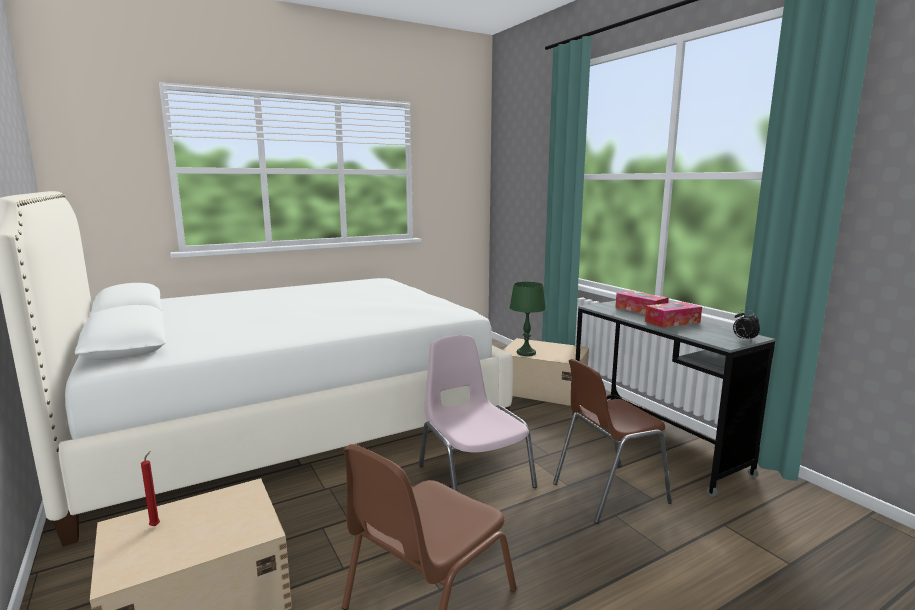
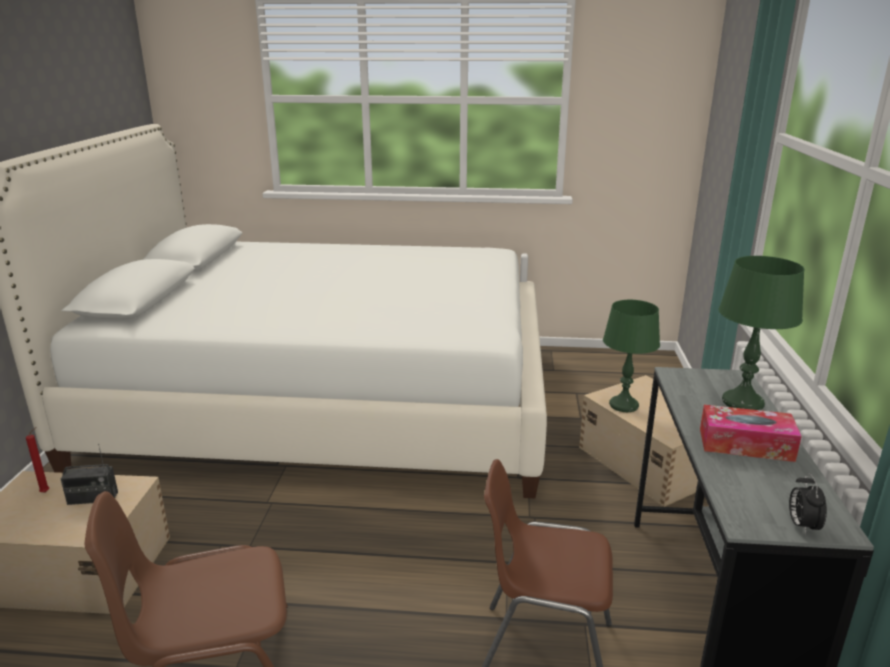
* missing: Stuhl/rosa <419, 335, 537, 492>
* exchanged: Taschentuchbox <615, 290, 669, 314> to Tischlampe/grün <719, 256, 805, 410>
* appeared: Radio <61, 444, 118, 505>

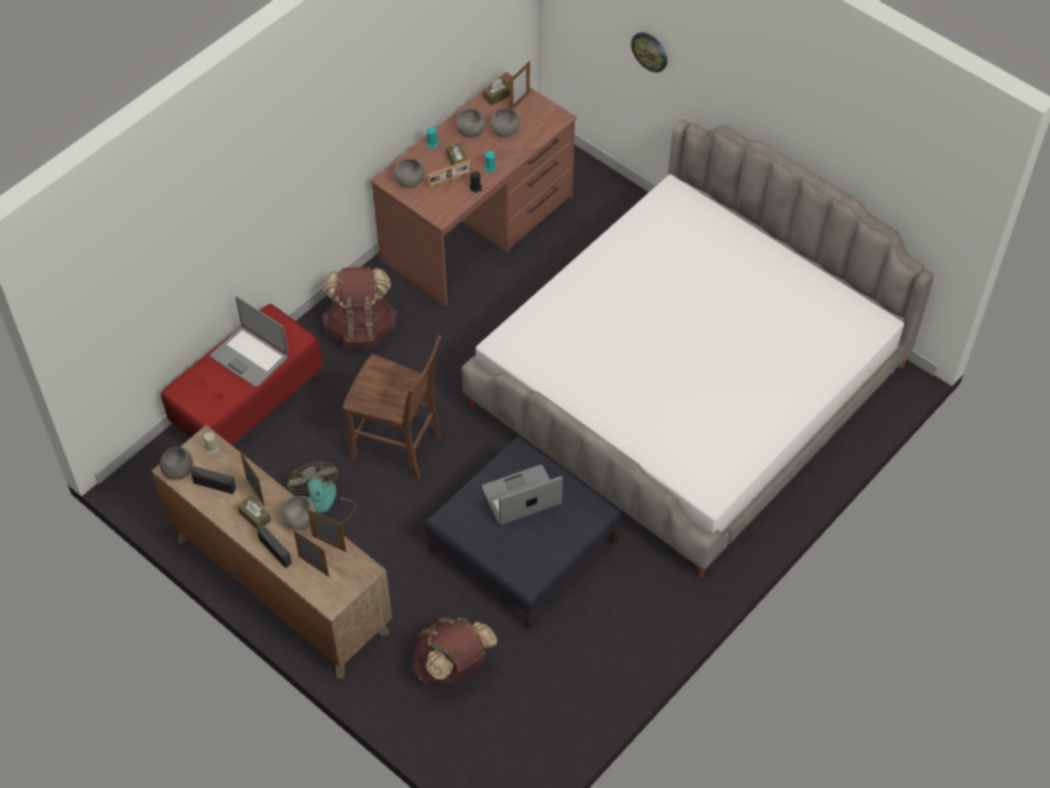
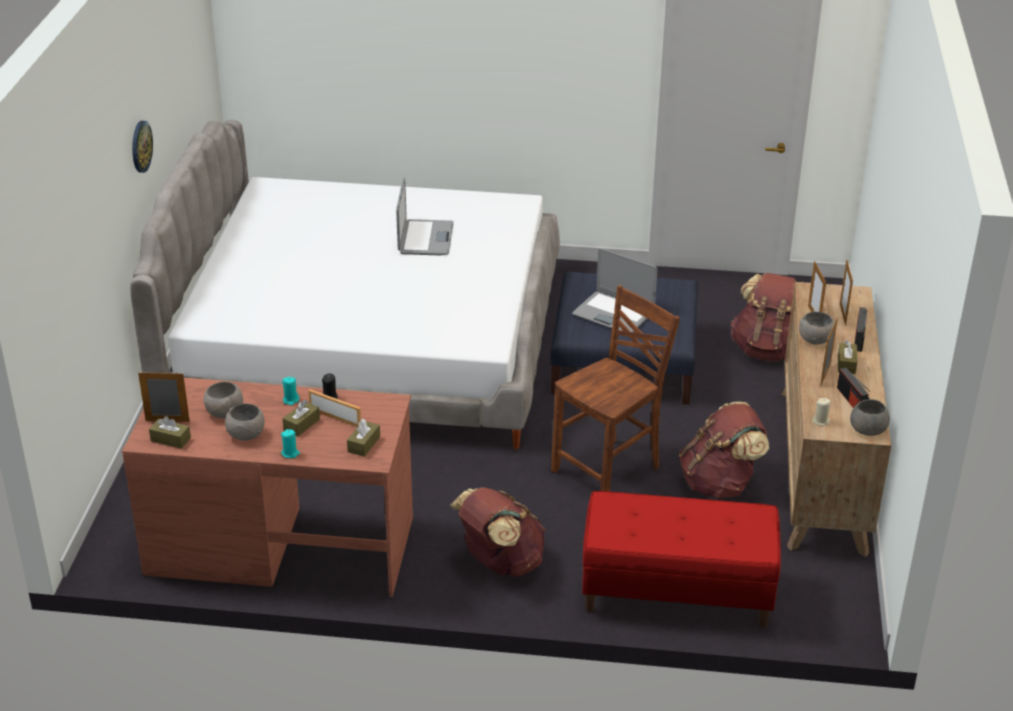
* relocated: Laptop <210, 297, 289, 387> to <396, 178, 454, 255>
* exchanged: Ventilator <287, 462, 356, 524> to Rucksack/braun <679, 402, 769, 499>
* spun: Stuhl/braun <343, 335, 442, 480> = <551, 285, 680, 491> 60 degrees clockwise
* exchanged: Schüssel/grau <394, 159, 424, 188> to Taschentuchbox/braun <347, 419, 380, 457>
* relocated: Wanduhr <631, 32, 667, 73> to <132, 121, 153, 173>

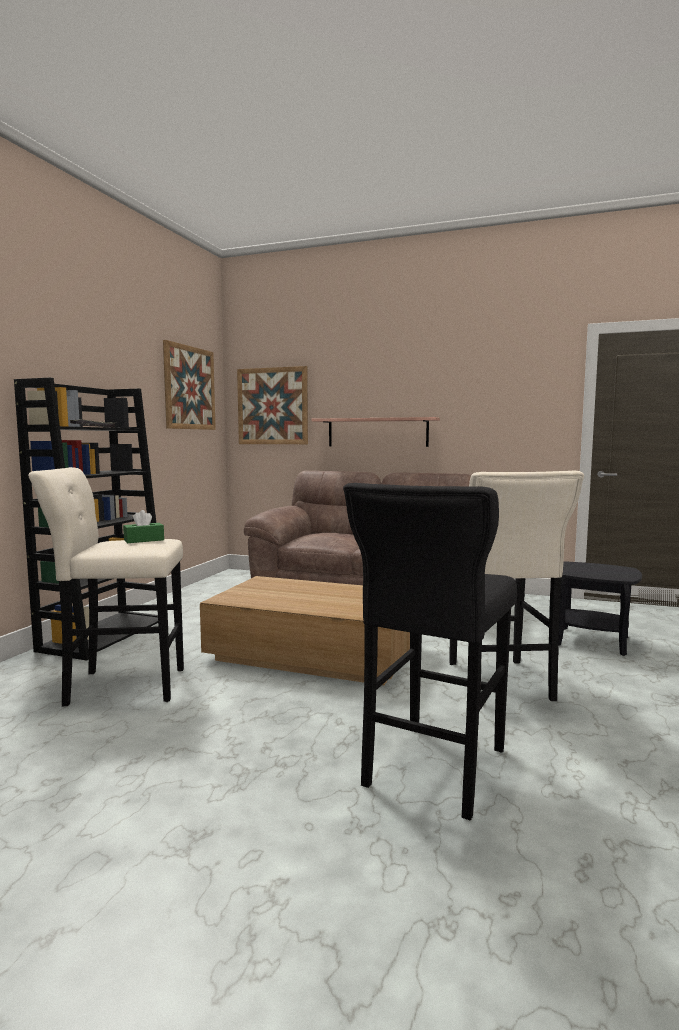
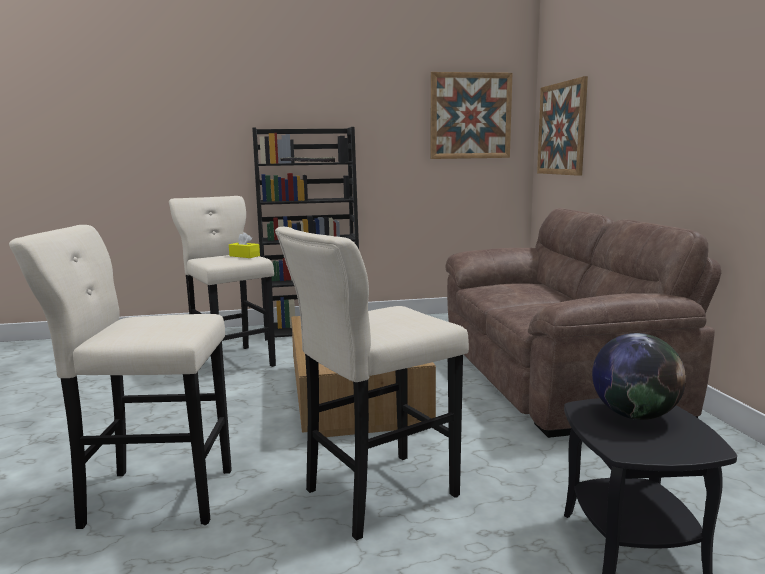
* colour: Taschentuchbox/grün <123, 510, 164, 543> to Taschentuchbox/gelb <229, 232, 260, 258>
* missing: Wandregal <312, 417, 440, 447>
* colour: Hocker/schwarz <343, 483, 517, 821> to Hocker/beige <9, 225, 232, 529>
* appeared: Globus <592, 333, 686, 420>

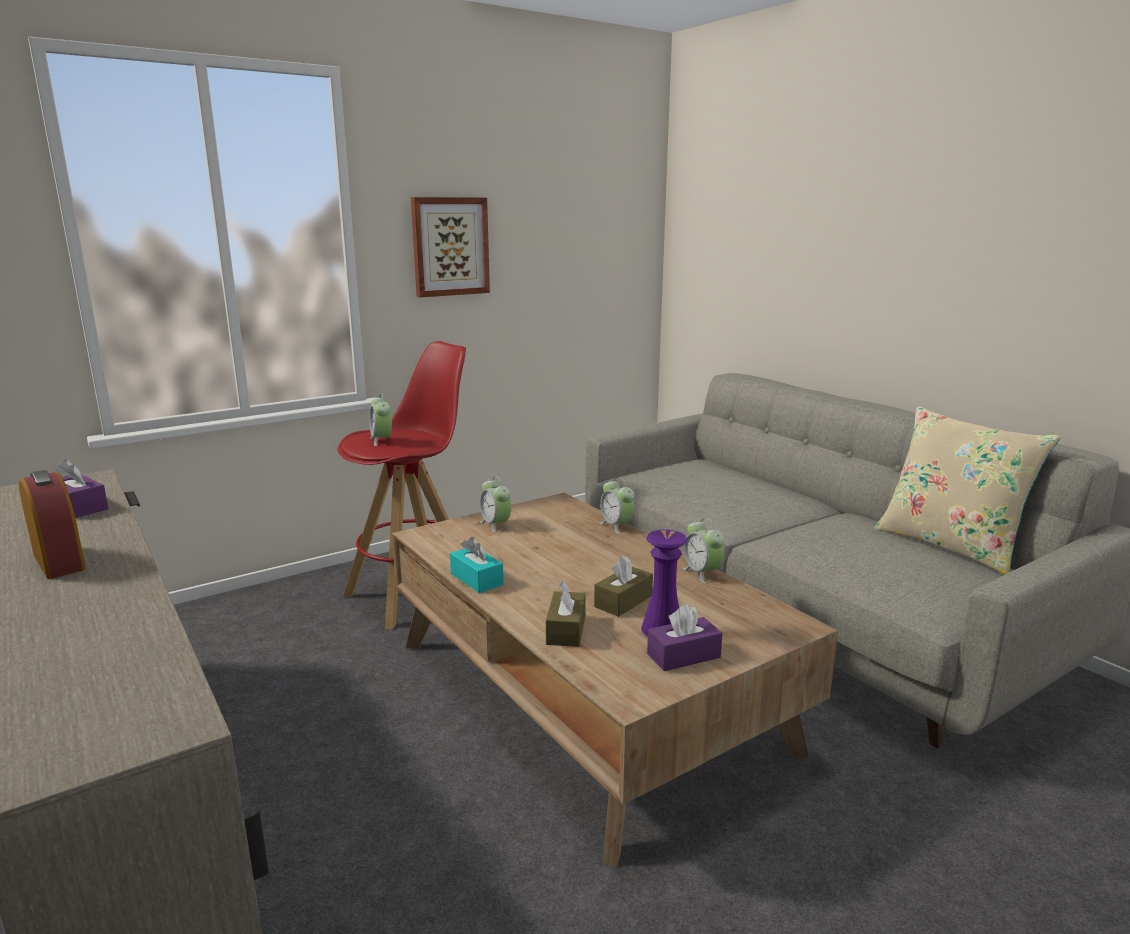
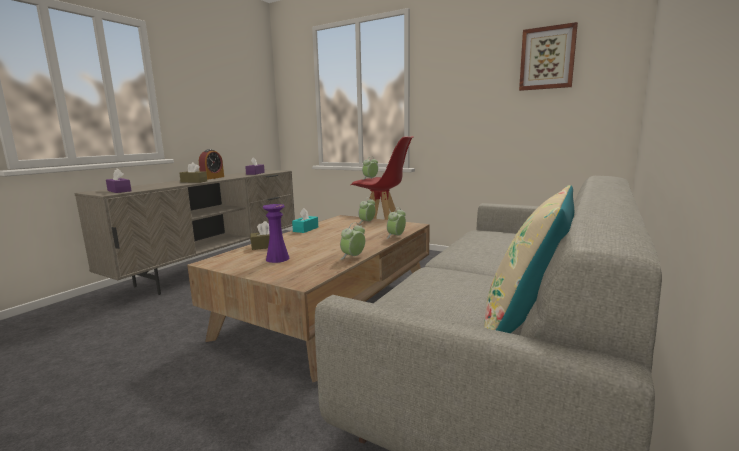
* relocated: Bild <411, 197, 490, 298> to <519, 22, 578, 91>
* relocated: Taschentuchbox/braun <594, 555, 653, 617> to <179, 162, 207, 183>
* relocated: Taschentuchbox/lila <647, 604, 722, 671> to <106, 168, 131, 193>

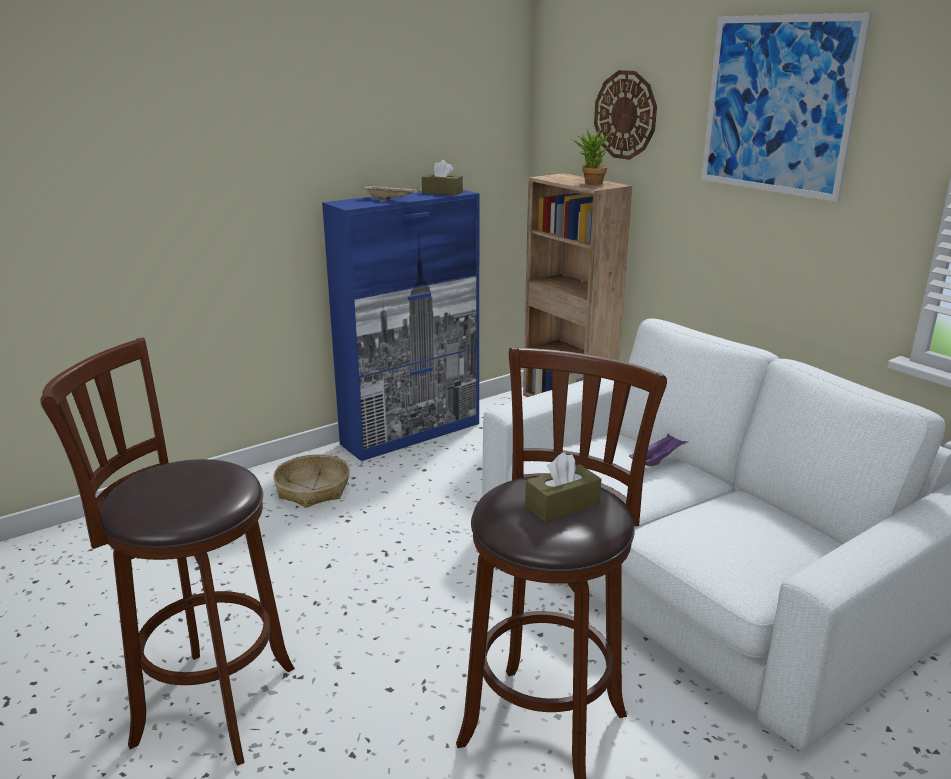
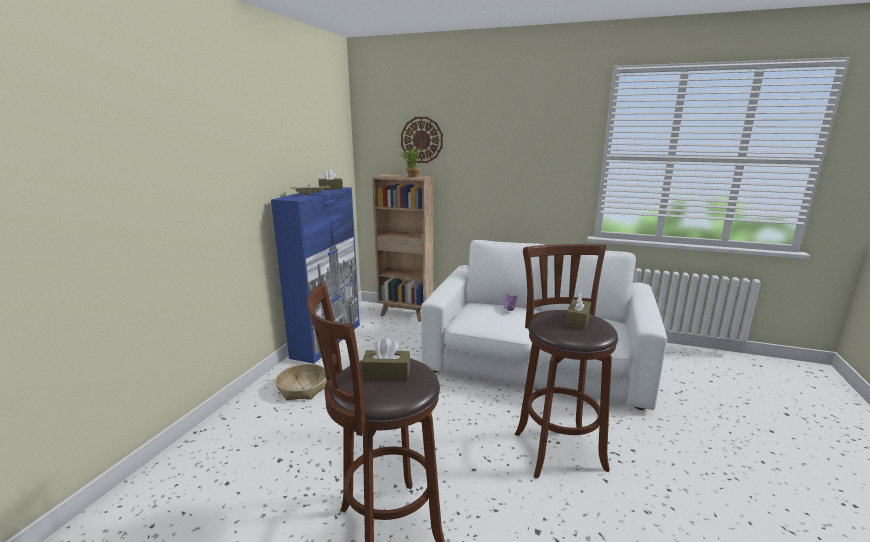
* missing: Bild <701, 13, 872, 202>
* appeared: Taschentuchbox/braun <362, 338, 410, 380>

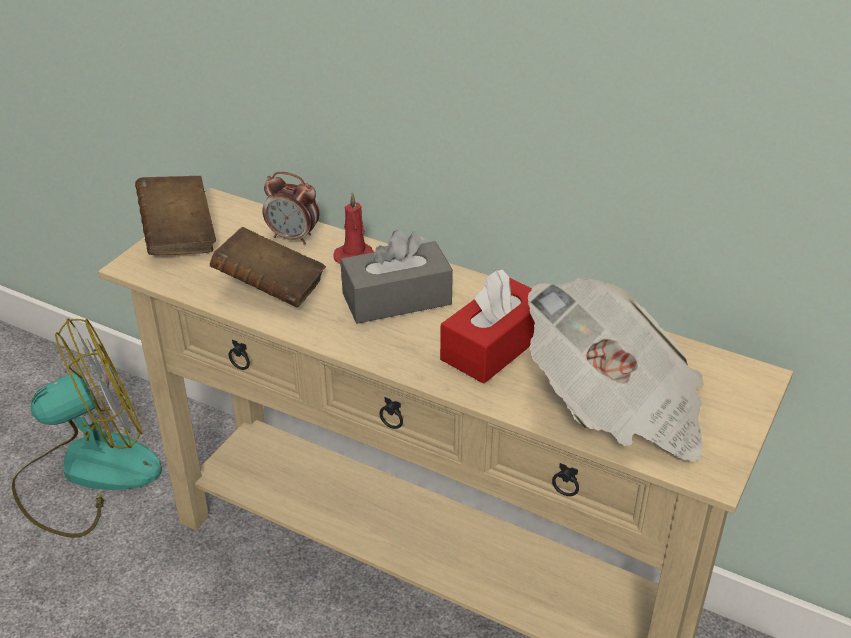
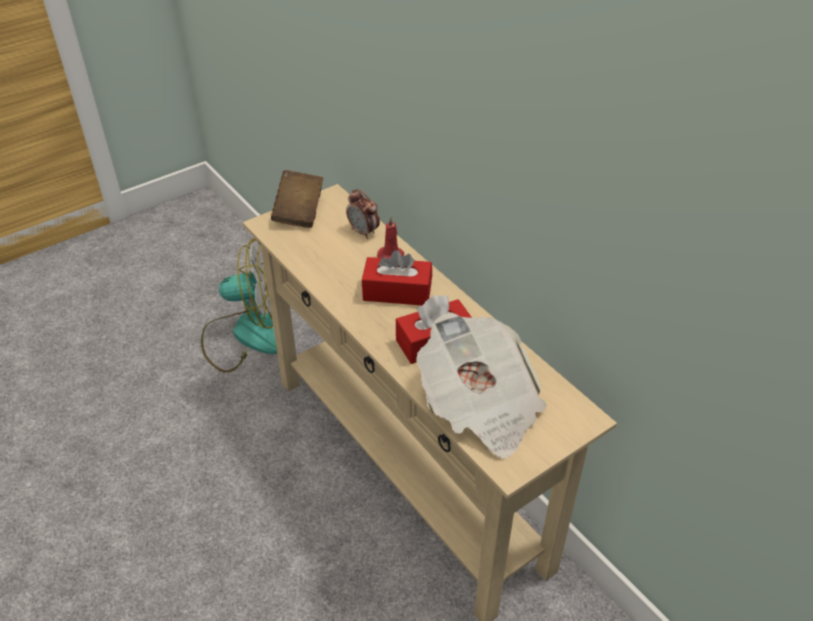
* missing: Buch/braun <210, 227, 326, 307>
* colour: Taschentuchbox/grau <341, 230, 453, 324> to Taschentuchbox/rot <362, 250, 432, 305>

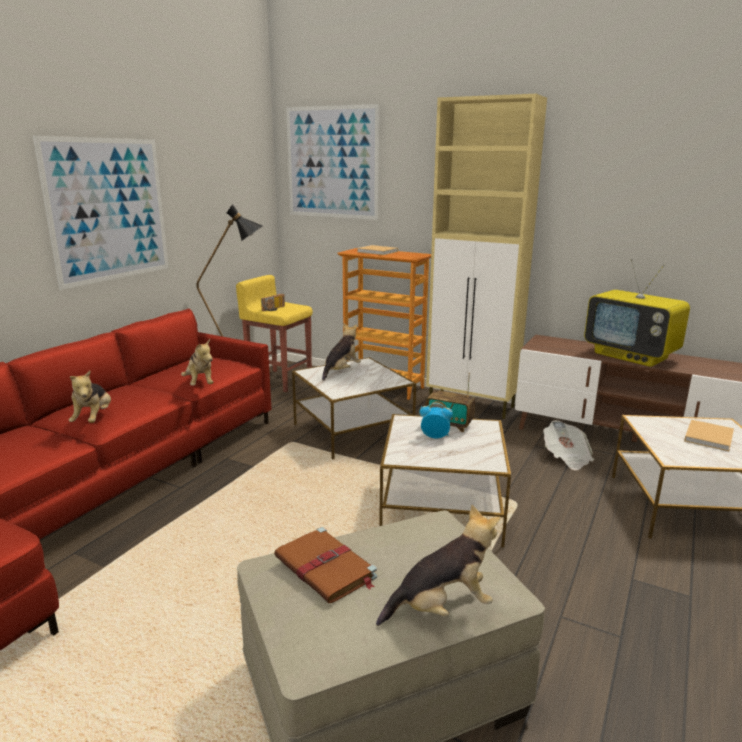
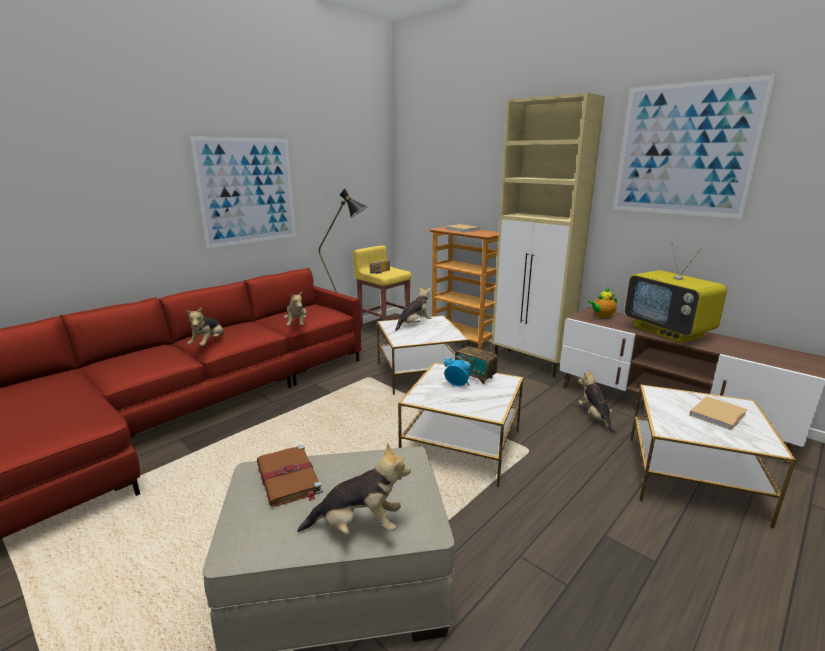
* relocated: Bild <286, 104, 379, 220> to <614, 75, 776, 219>
* exchanged: Zeitung <543, 420, 594, 471> to Plüschtier <578, 370, 616, 434>
* appeared: Teekanne <588, 287, 617, 318>

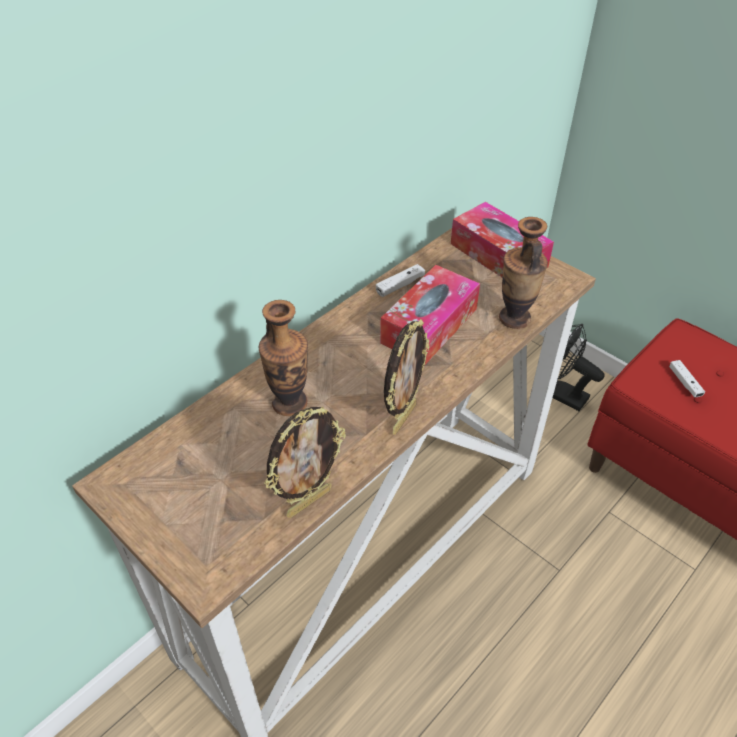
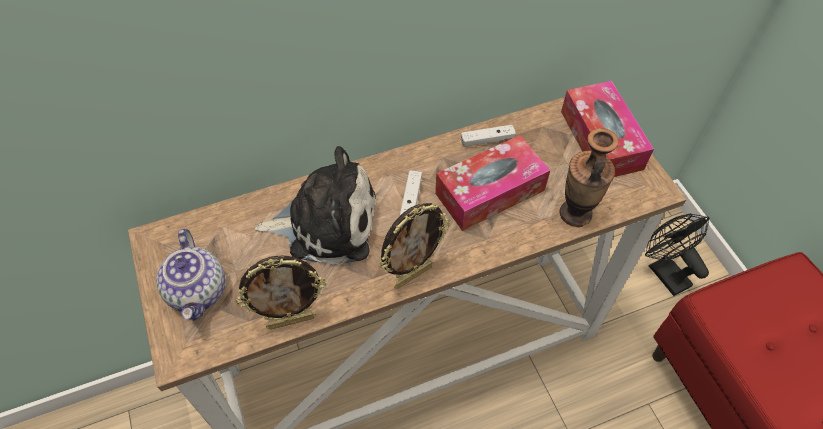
* exchanged: Vase <259, 300, 308, 416> to Plüschtier <255, 146, 376, 266>
* relocated: Gamepad/weiß <669, 360, 705, 397> to <400, 170, 422, 215>
* appeared: Teekanne <156, 229, 225, 321>

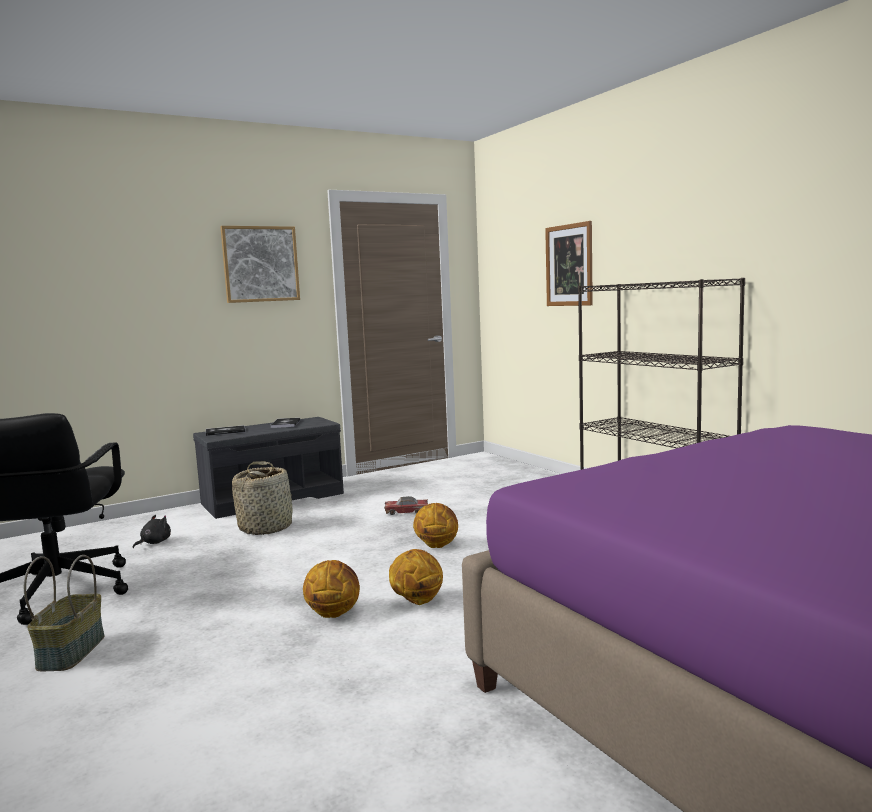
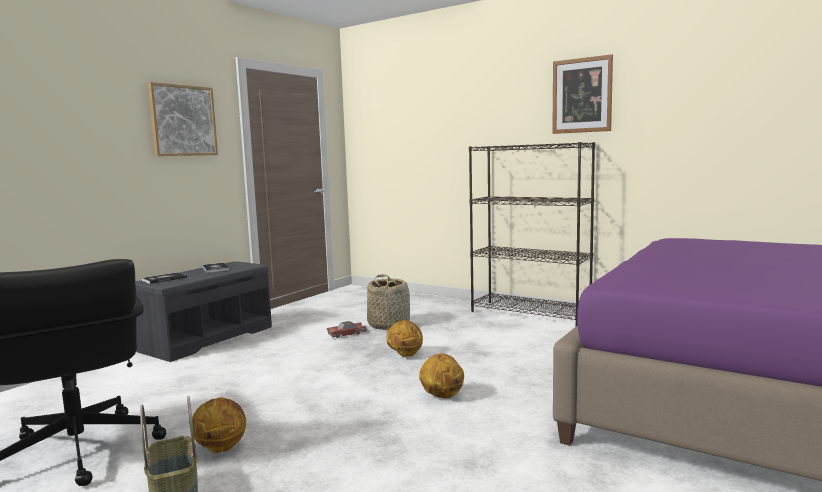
* missing: Plüschtier/schwarz <133, 515, 171, 548>
* relocated: Korb <232, 461, 292, 535> to <367, 274, 410, 330>
* relocated: Basketball <303, 560, 360, 618> to <192, 398, 246, 453>
* relocated: Bild <545, 221, 593, 306> to <552, 54, 613, 134>

